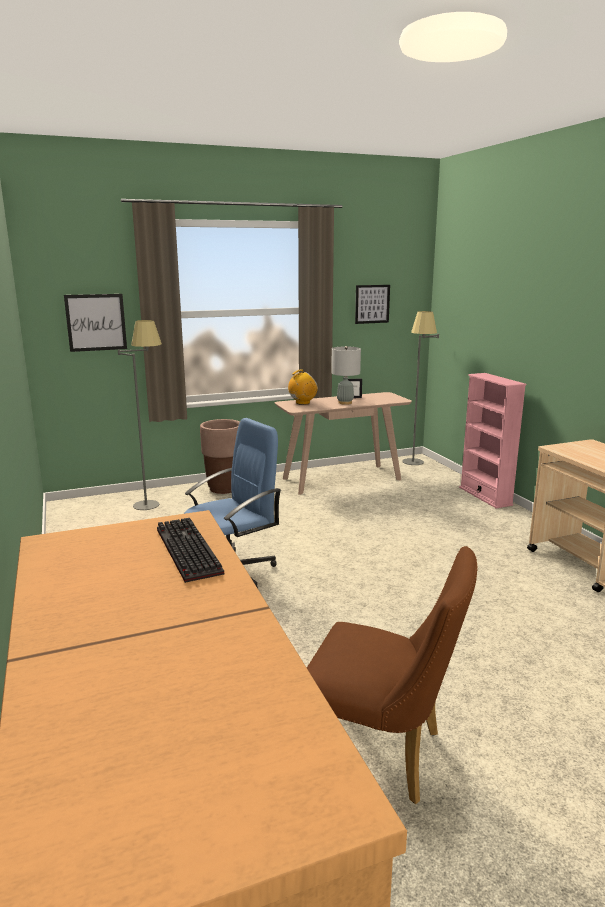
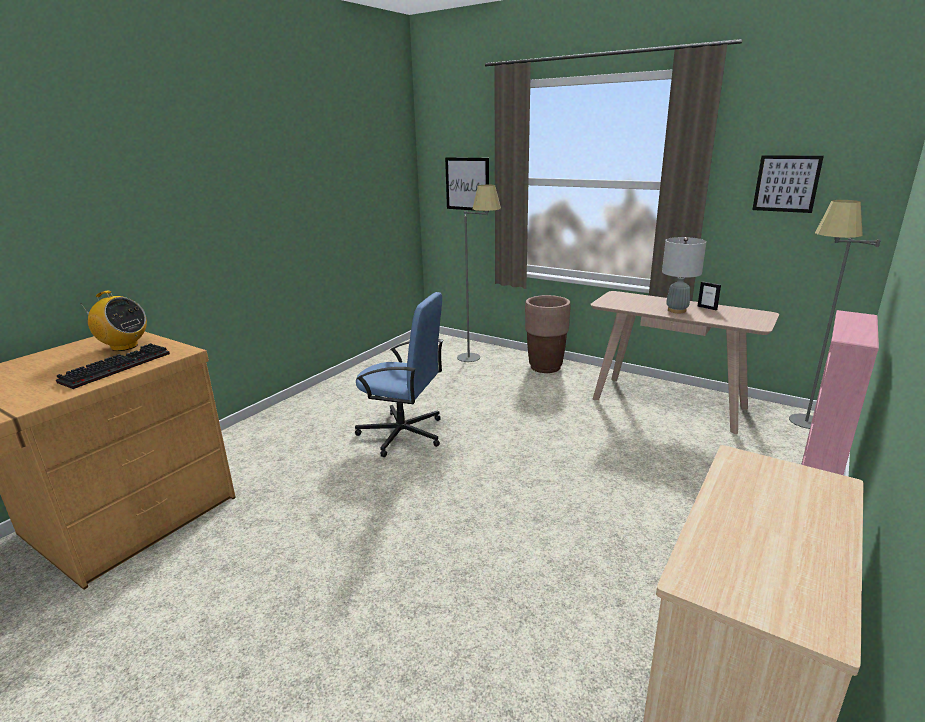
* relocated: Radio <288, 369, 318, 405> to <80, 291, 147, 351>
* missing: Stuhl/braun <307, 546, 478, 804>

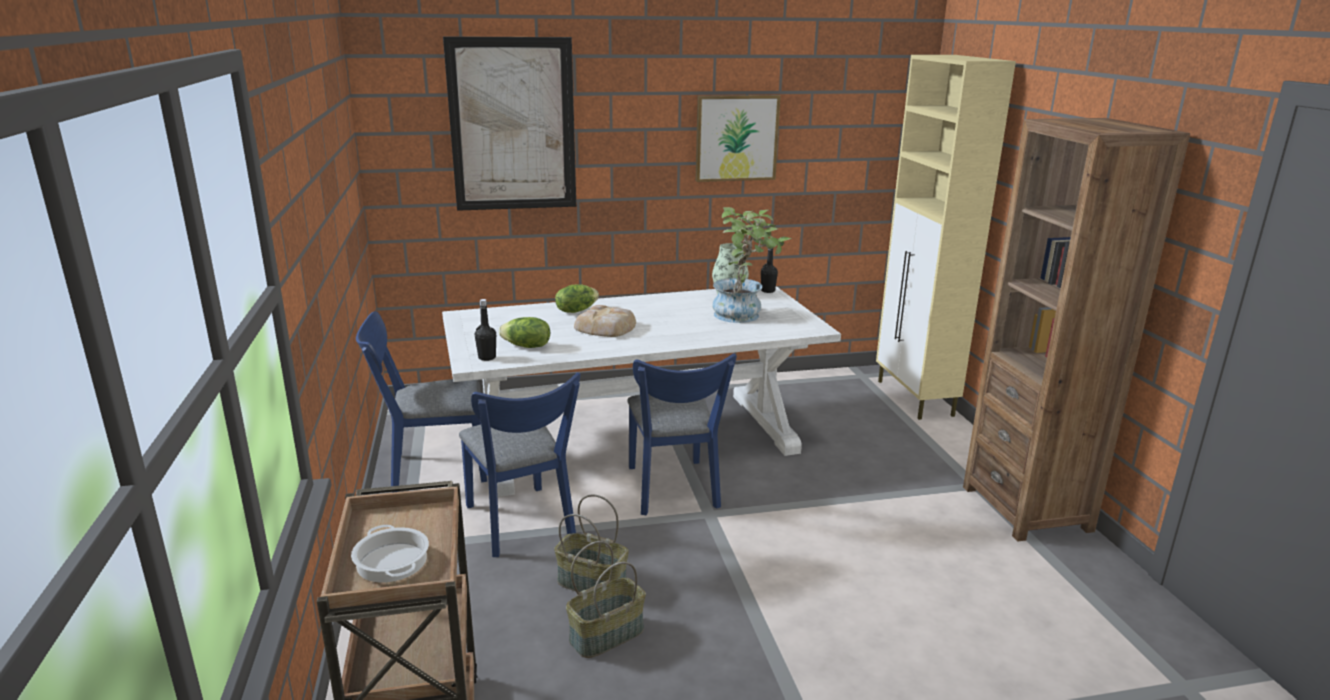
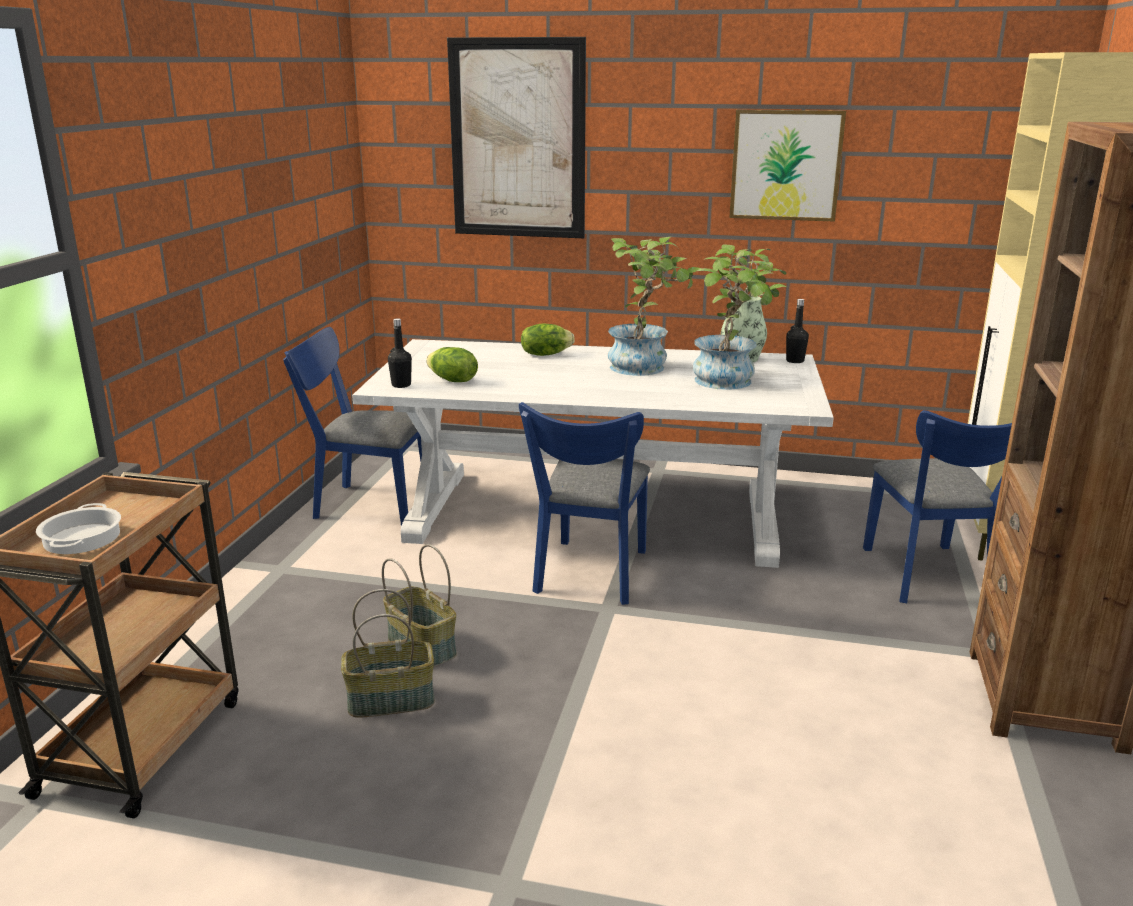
* relocated: Stuhl/blau <459, 372, 581, 557> to <863, 410, 1012, 603>
* missing: Brot <574, 305, 636, 337>
* appeared: Topfpflanze <608, 236, 703, 376>

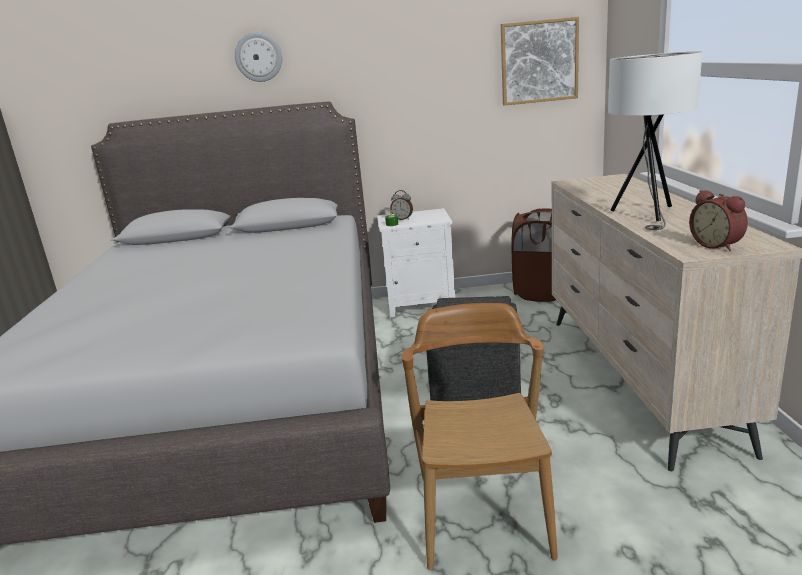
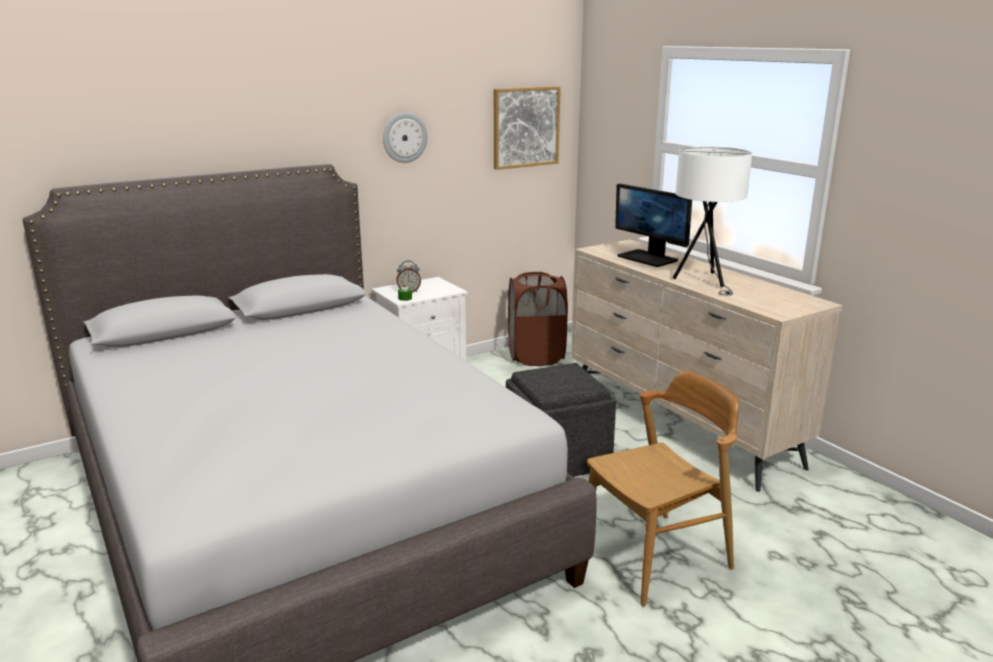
* relocated: Wanduhr <235, 32, 282, 82> to <383, 113, 427, 163>
* spun: Stuhl/braun <402, 303, 558, 570> = <587, 371, 739, 607> 90 degrees clockwise
* missing: Wecker <689, 190, 748, 251>
* appeared: Monitor <615, 184, 692, 267>

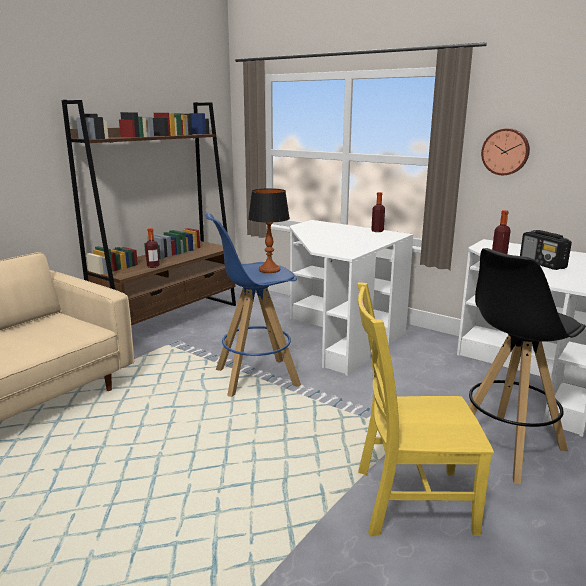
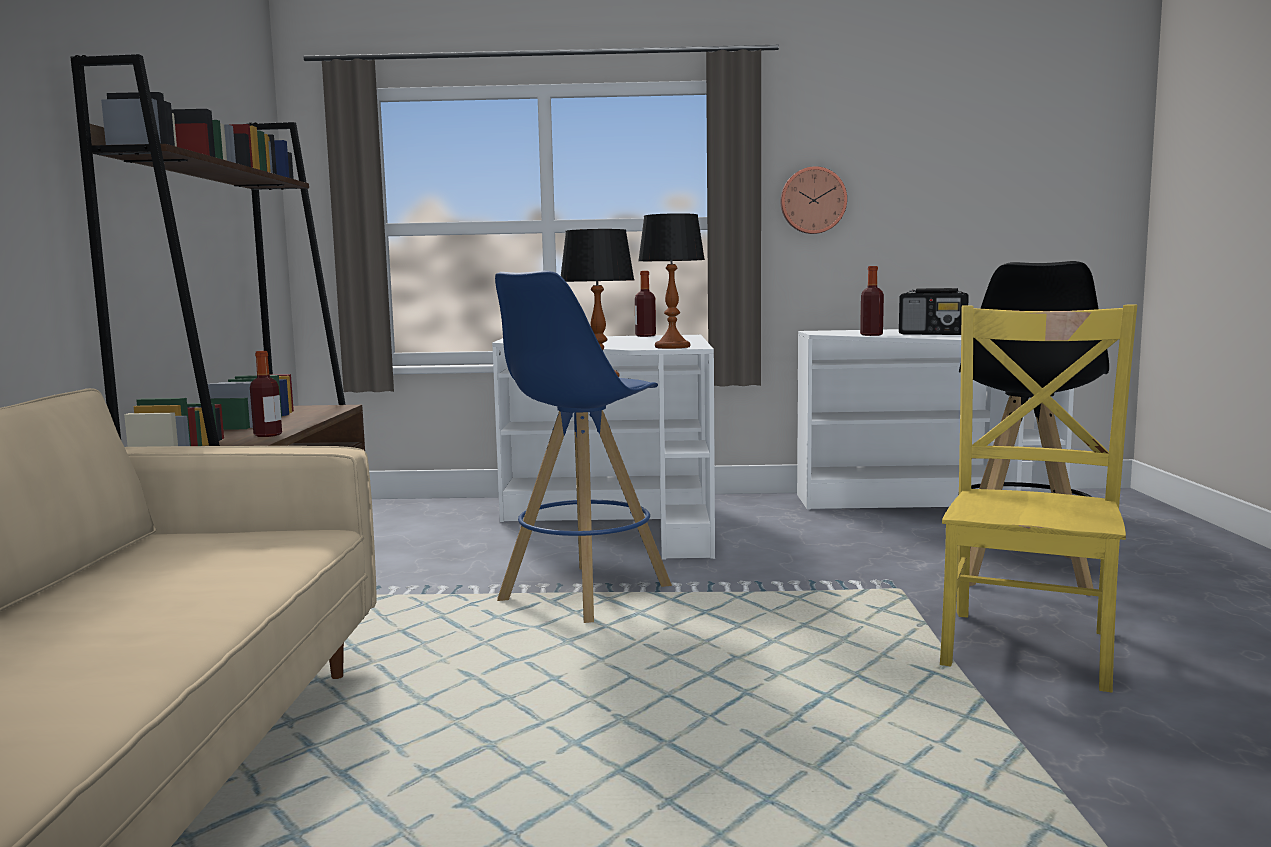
* spun: Stuhl/gelb <357, 282, 494, 537> = <940, 305, 1137, 693> 150 degrees clockwise
* appeared: Tischlampe <638, 213, 705, 348>

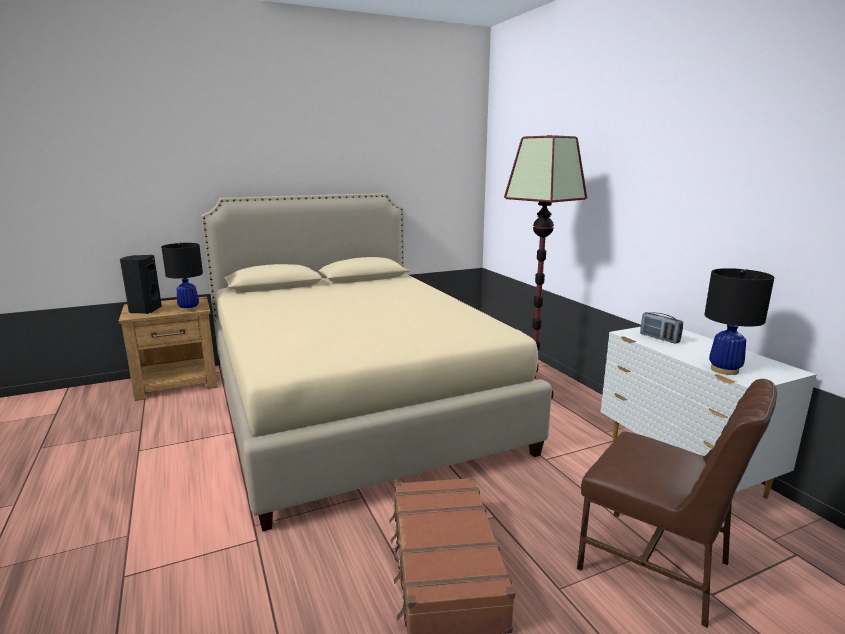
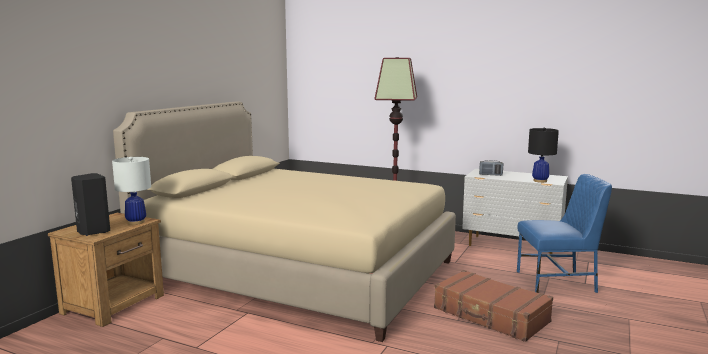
* colour: Tischlampe/schwarz <161, 242, 203, 312> to Tischlampe/weiß <112, 157, 151, 225>
* colour: Stuhl/braun <577, 379, 777, 627> to Stuhl/blau <517, 174, 612, 293>

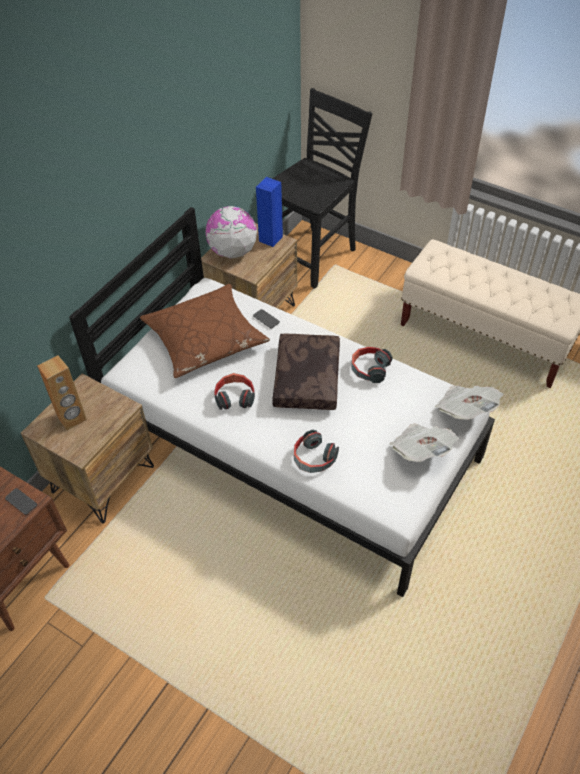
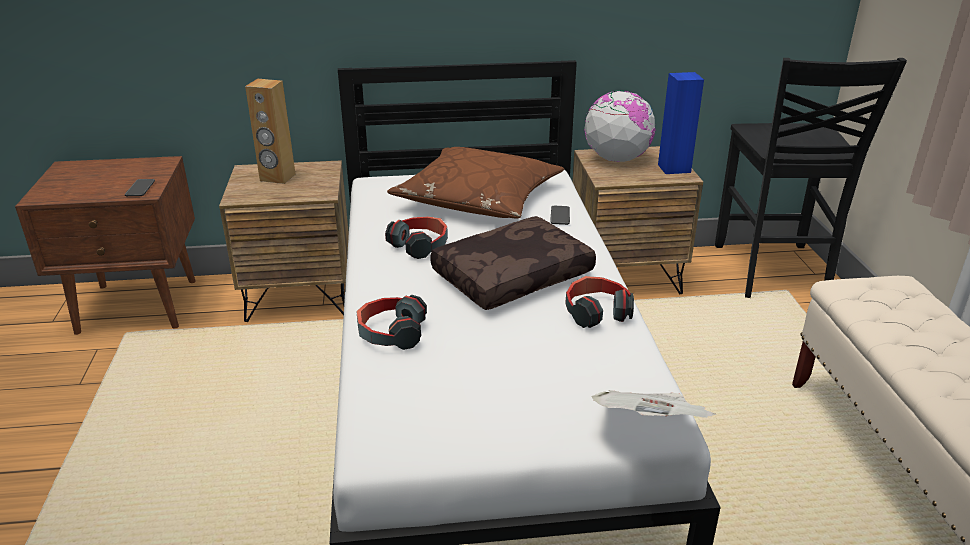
* spun: Stuhl/schwarz <272, 88, 372, 289> = <715, 58, 907, 298> 90 degrees clockwise
* missing: Zeitung <390, 423, 459, 462>

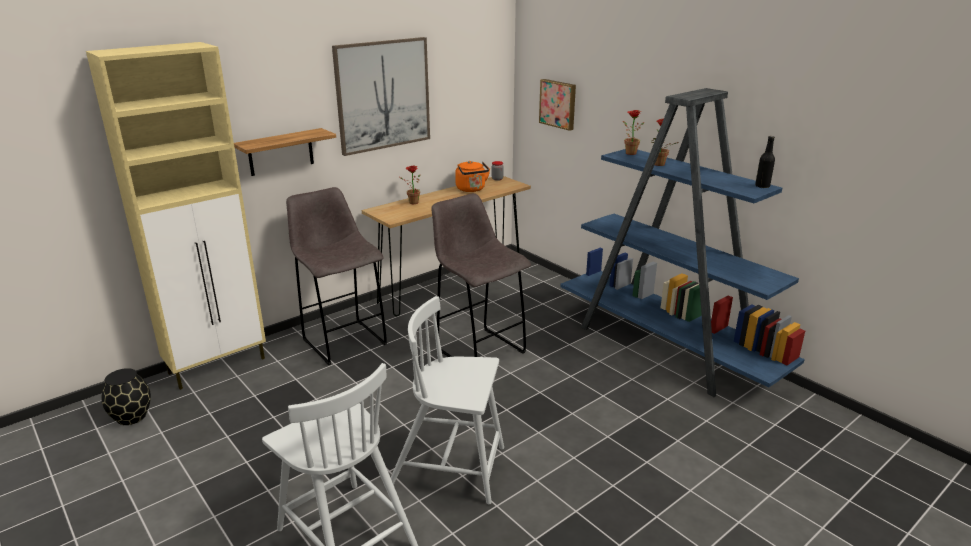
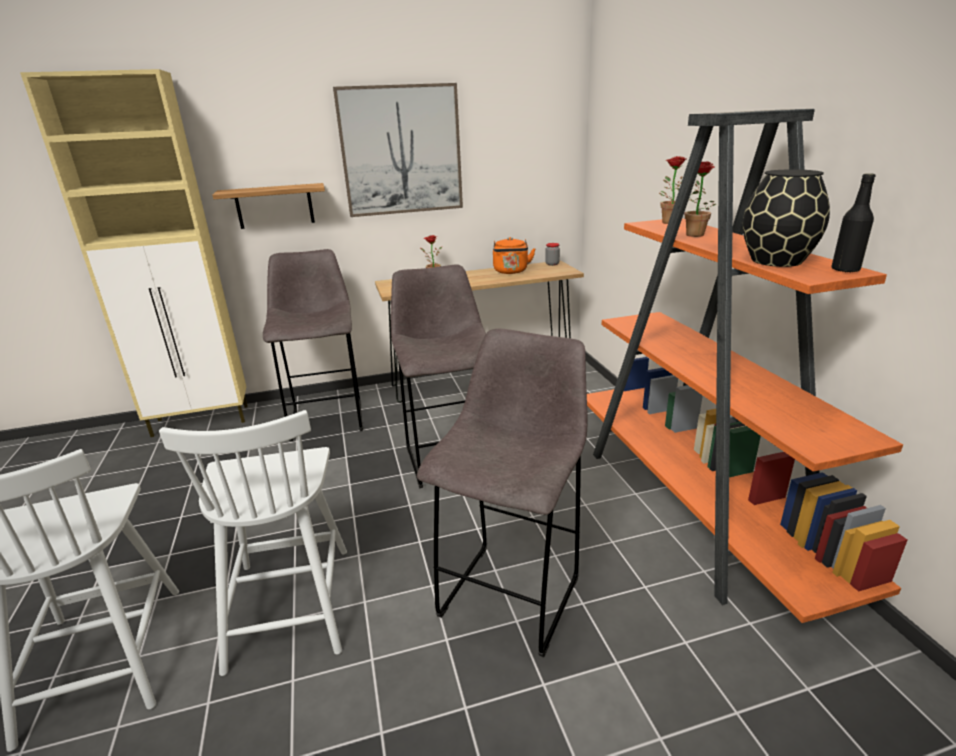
* relocated: Vase/schwarz <101, 368, 151, 425> to <743, 170, 830, 267>
* spun: Stuhl/weiß <391, 296, 504, 504> = <159, 410, 347, 676> 135 degrees counterclockwise
* missing: Bild <539, 79, 576, 131>
* colour: Bücherregal/blau <560, 88, 805, 397> to Bücherregal/orange <587, 109, 907, 623>
* appeared: Hocker/grau <417, 329, 588, 657>

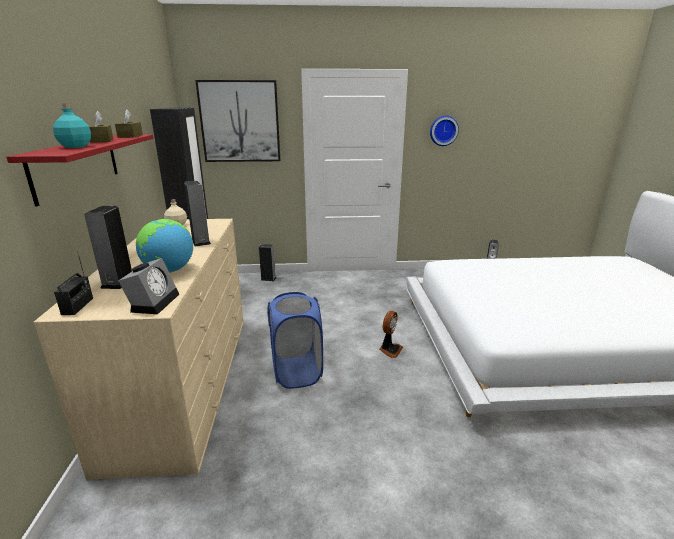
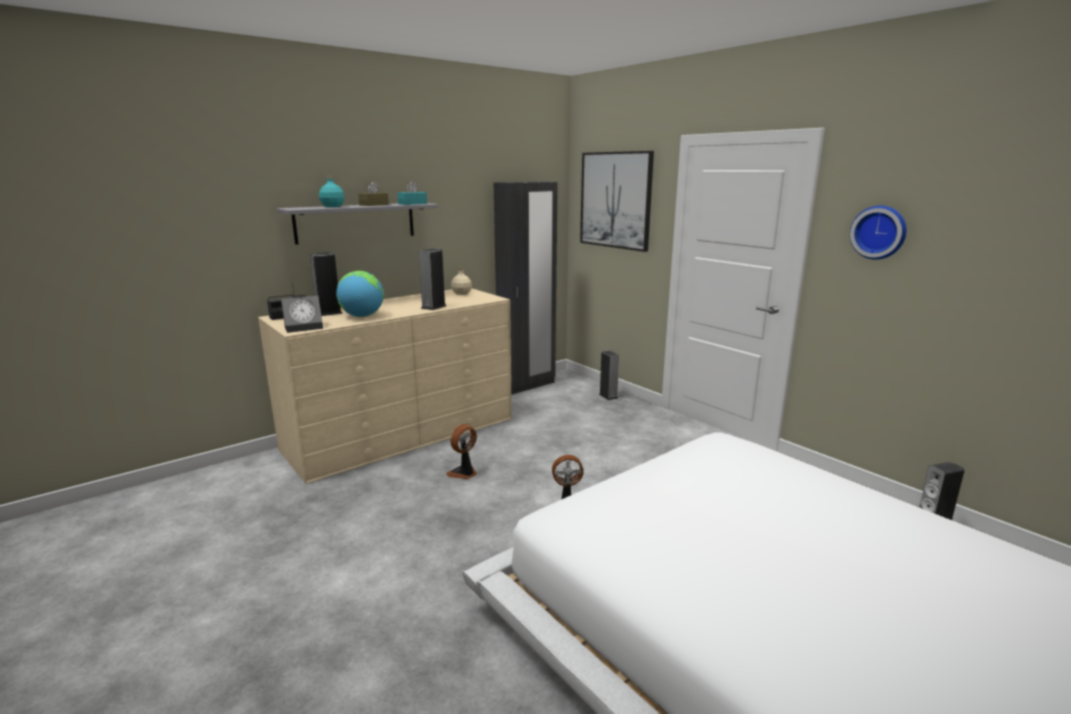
* colour: Wandregal/rot <6, 134, 154, 207> to Wandregal/grau <276, 203, 438, 245>
* colour: Taschentuchbox/braun <115, 110, 143, 138> to Taschentuchbox/türkis <397, 181, 427, 205>
* exchanged: Wäschekorb/blau <267, 292, 323, 389> to Ventilator <446, 424, 477, 479>

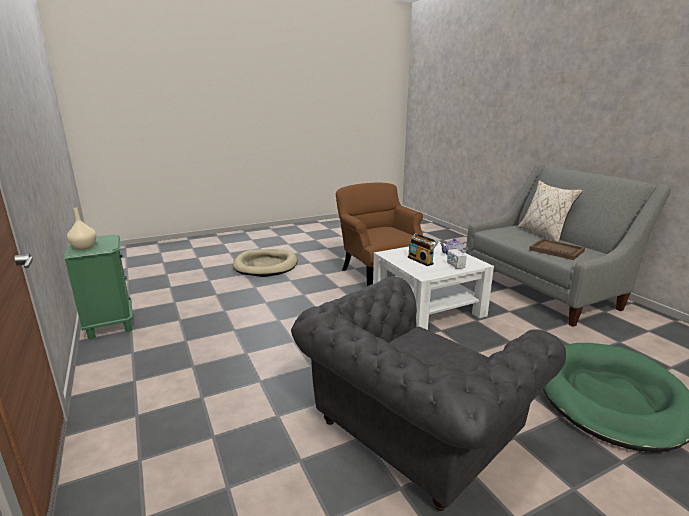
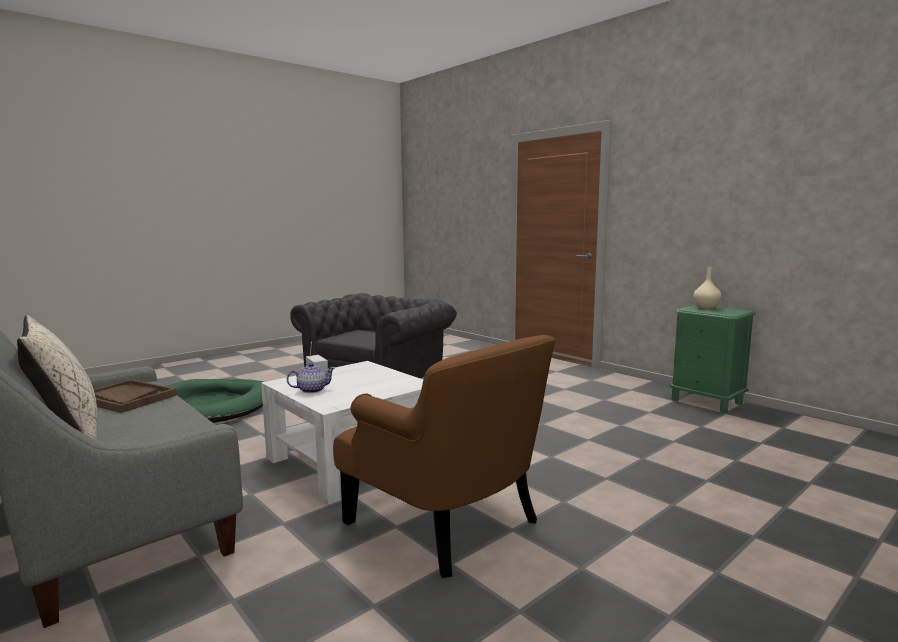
* missing: Hundebett/beige <233, 249, 297, 277>
* missing: Radio <408, 233, 438, 266>

